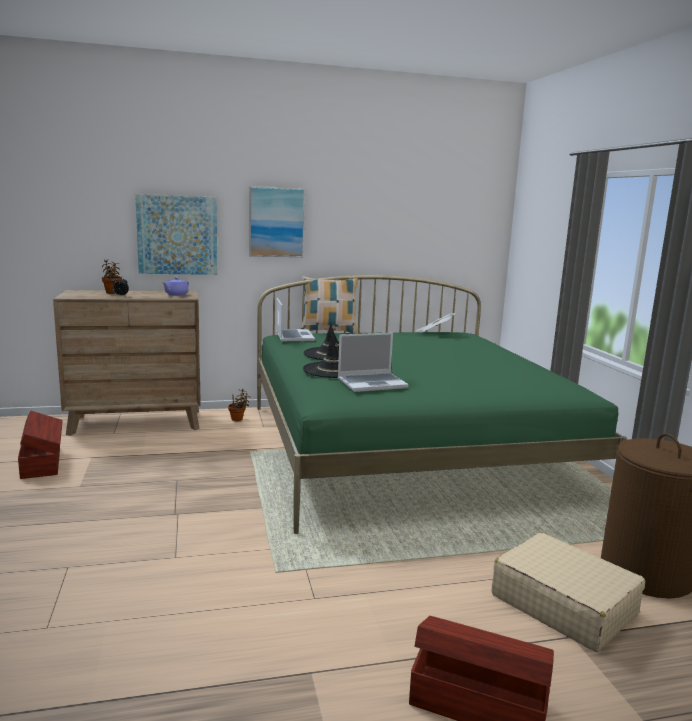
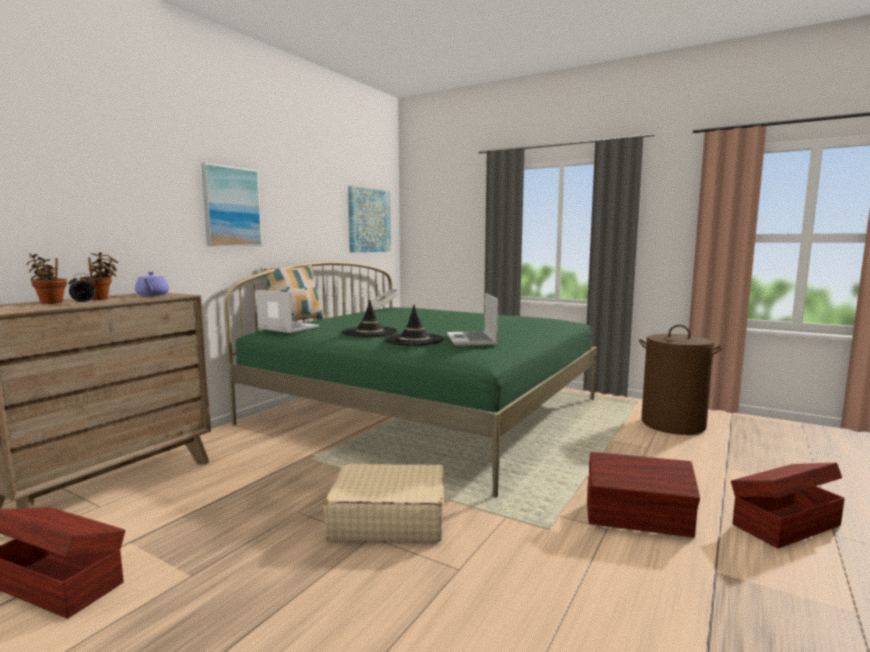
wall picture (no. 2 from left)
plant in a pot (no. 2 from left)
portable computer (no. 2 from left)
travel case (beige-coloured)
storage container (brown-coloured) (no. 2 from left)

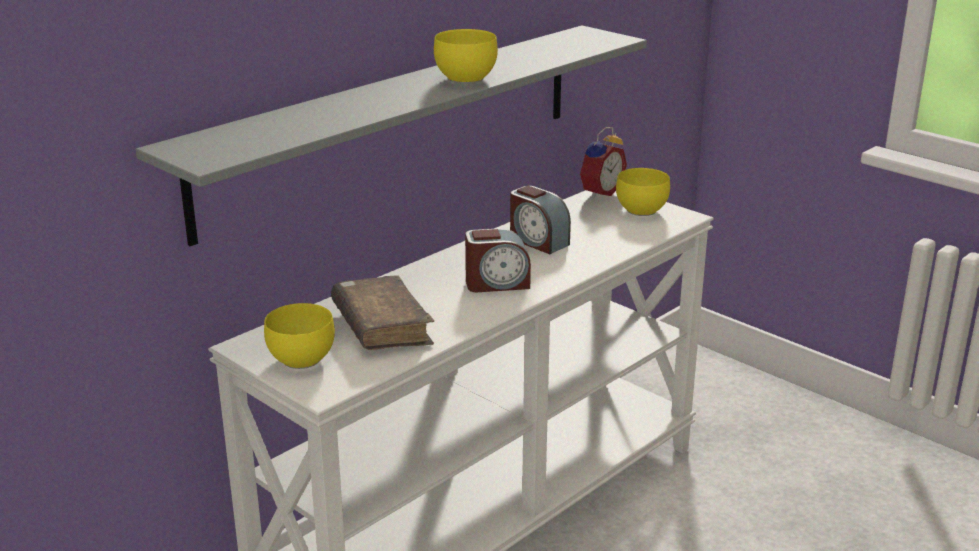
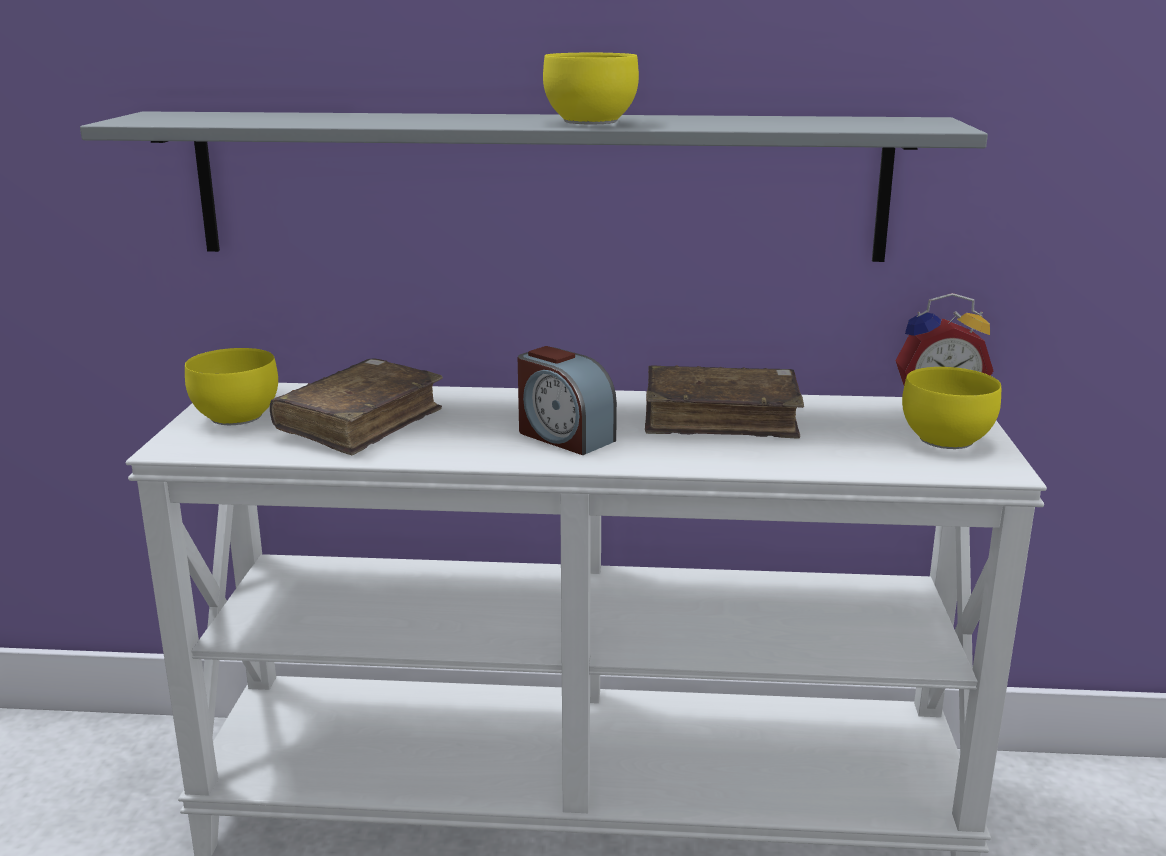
book (brown-coloured) (no. 2 from left)

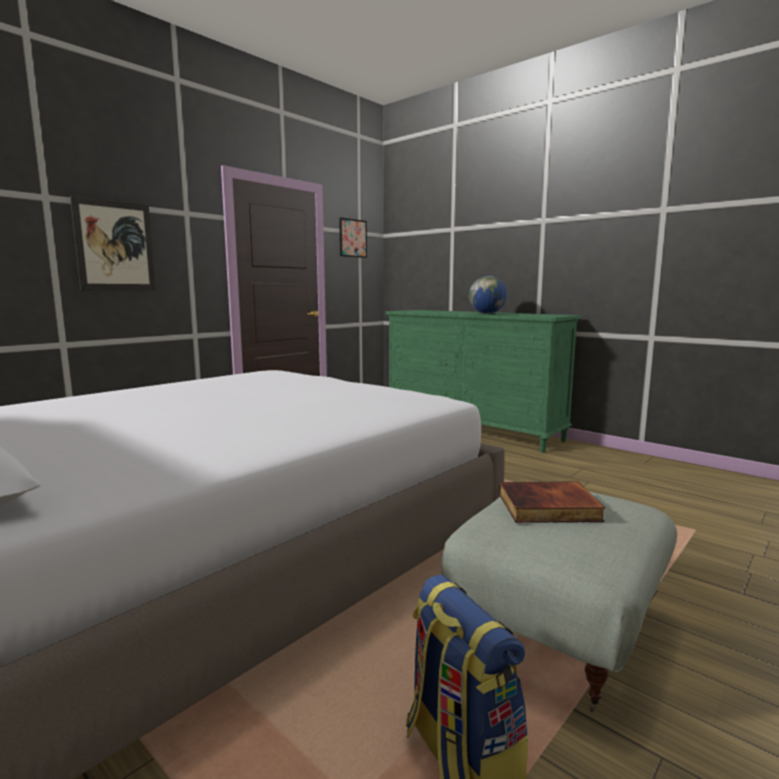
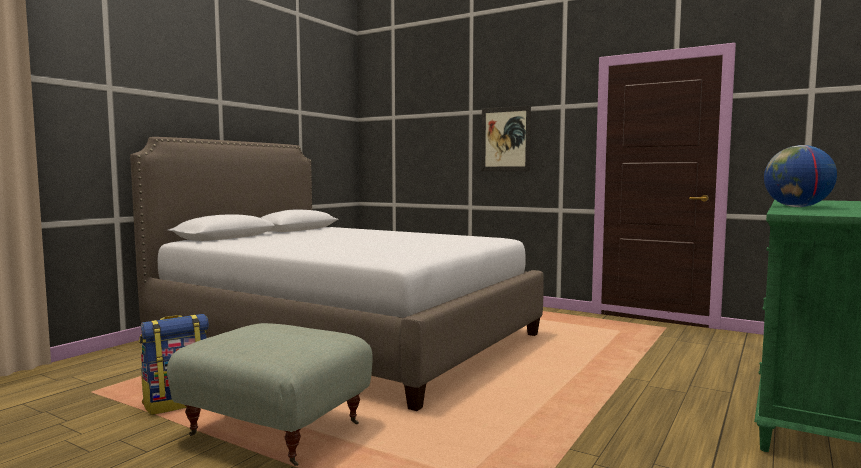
wall picture (no. 2 from left in the first image)
book

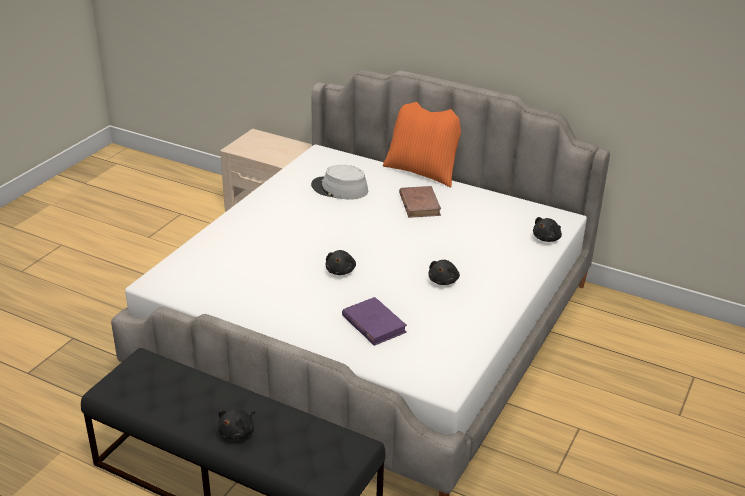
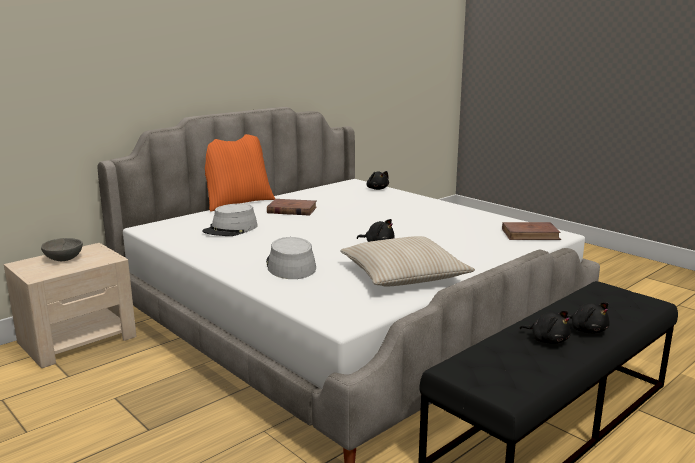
book (purple-coloured)
cuddly toy (black) (no. 3 from left)
deep dish (greyish)
wearable hat (greyish) (no. 2 from left)
throw pillow (beige-coloured)
book (brown-coloured) (no. 2 from left)

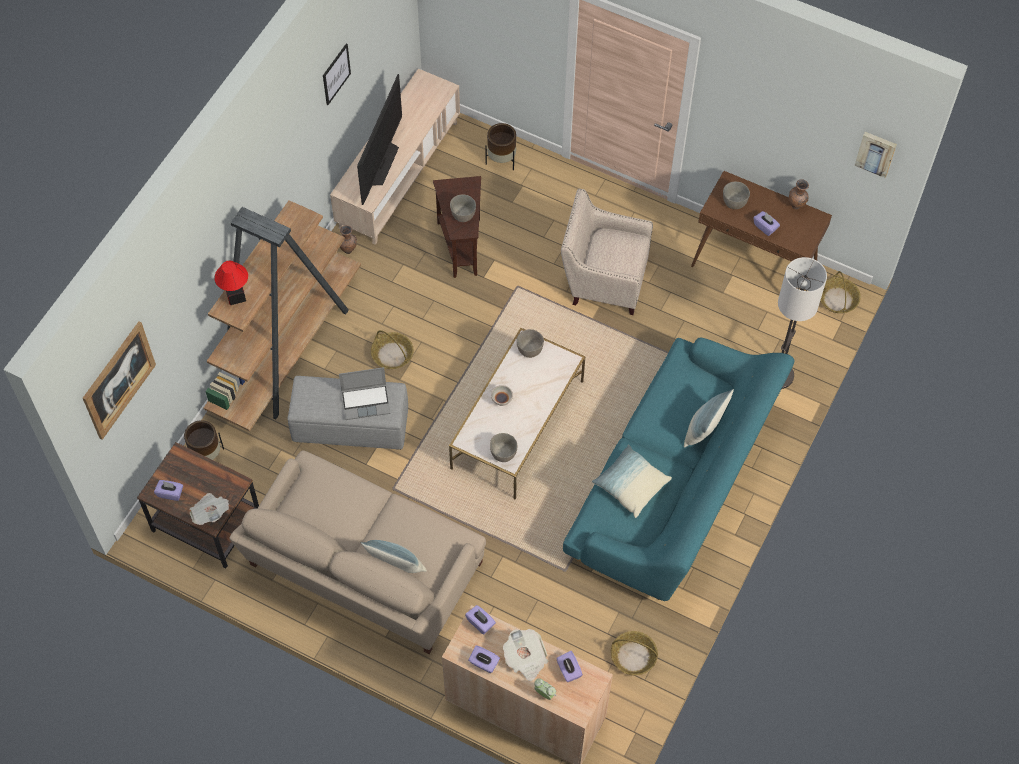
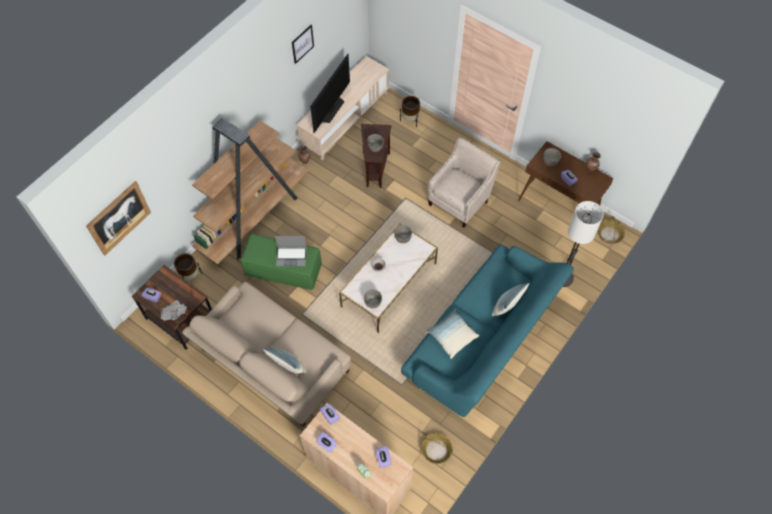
table lamp
pouffe (green)
basket (no. 1 from left in the first image)
printed paper (no. 2 from left in the first image)
easy chair (beige-coloured)
wall picture (no. 3 from left in the first image)

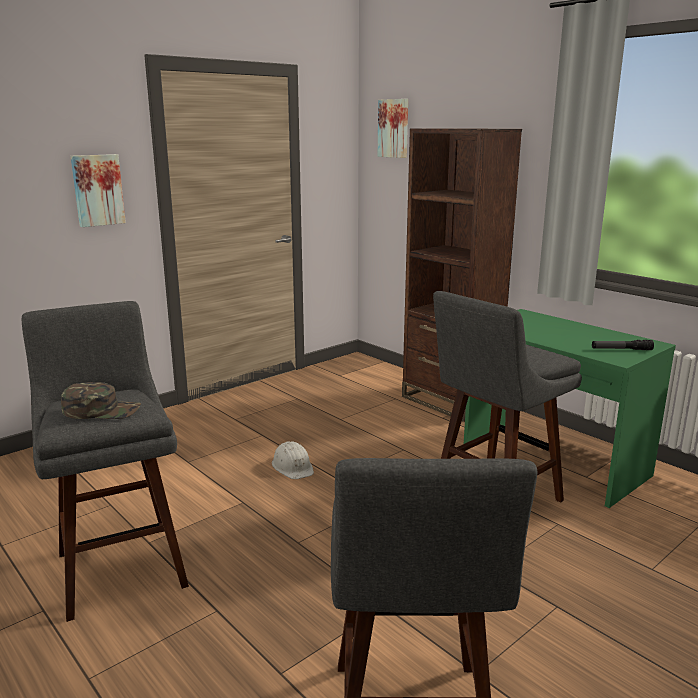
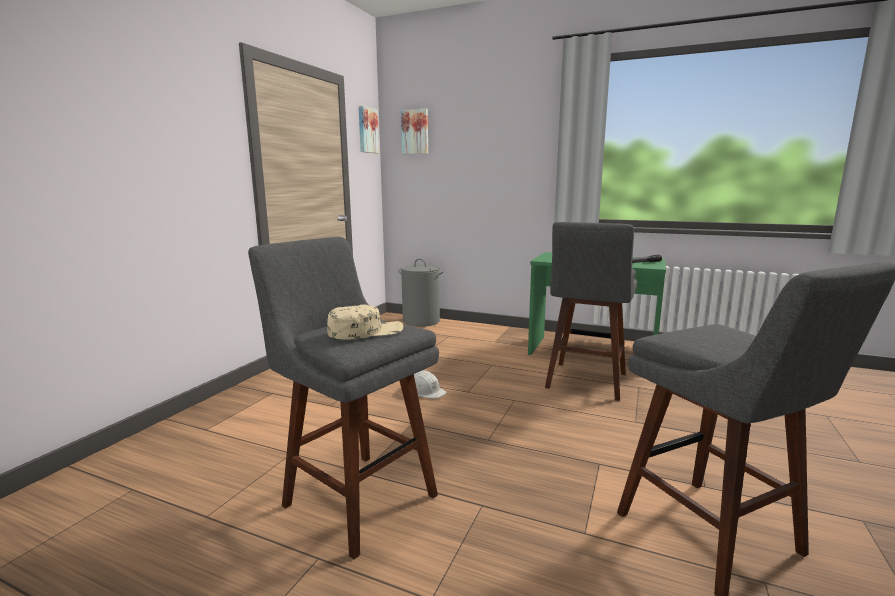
baseball cap (beige-coloured)
wall picture (no. 1 from left)
shelving unit (brown-coloured)
washing basket (greyish)

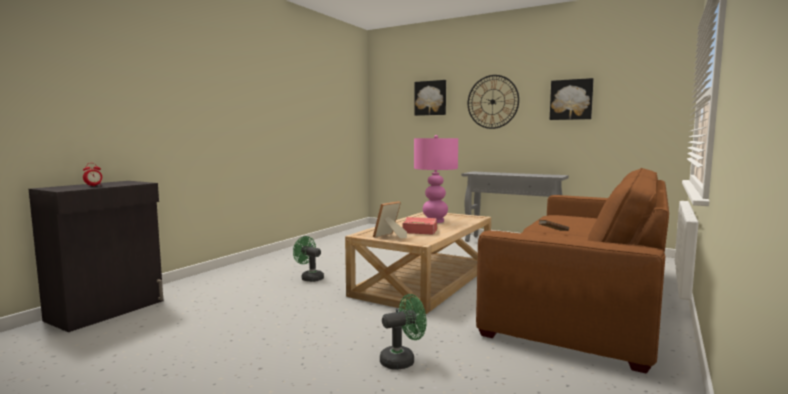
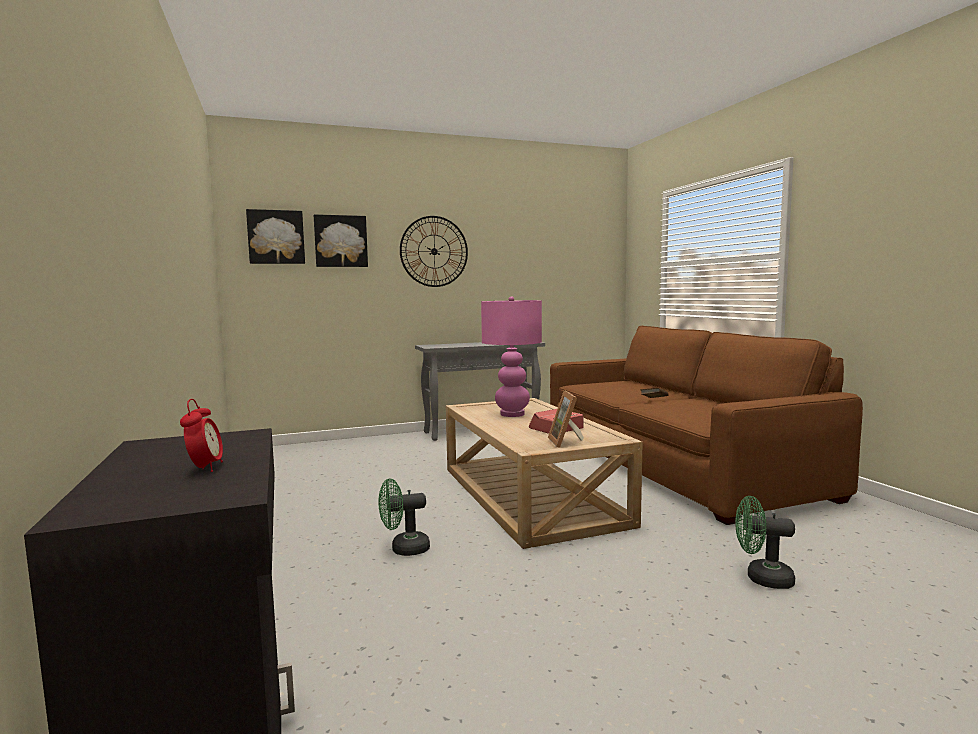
fan (green) (no. 2 from left)
wall picture (no. 1 from left)

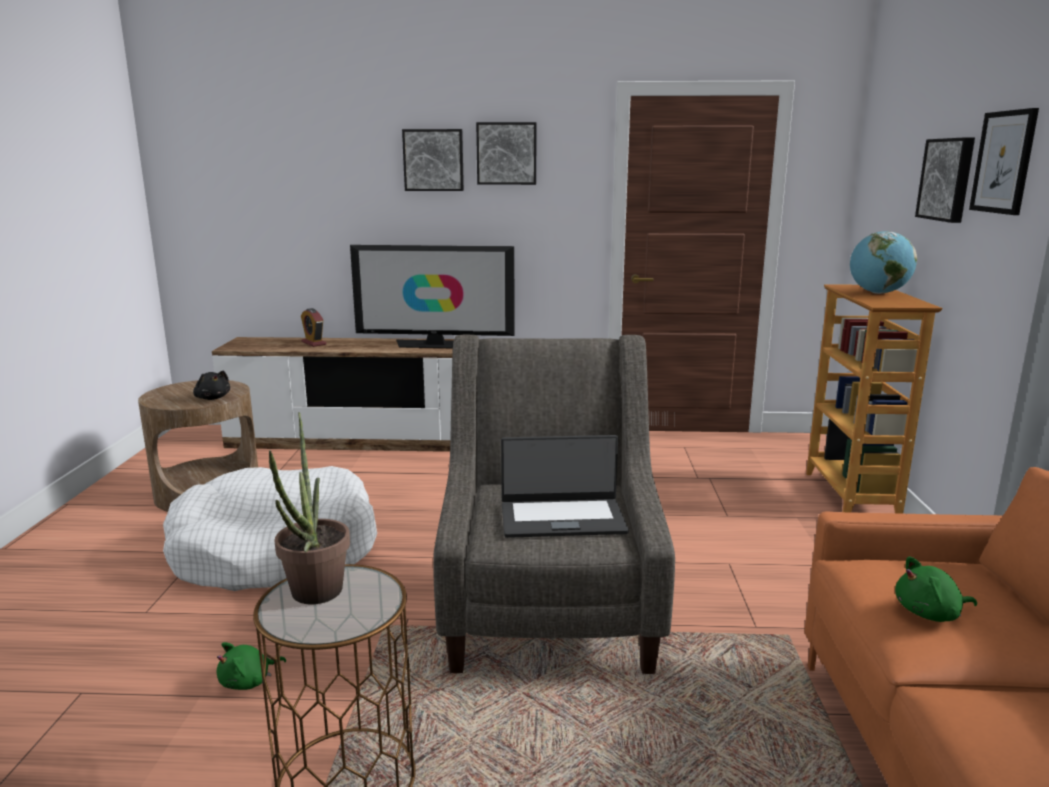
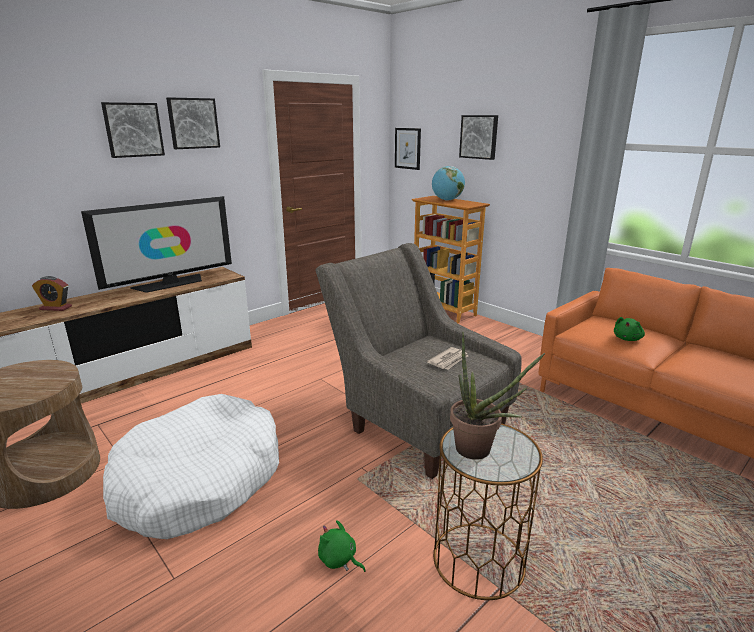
cuddly toy (black)
cuddly toy (green) (no. 1 from left)
printed paper
wall picture (no. 3 from left)

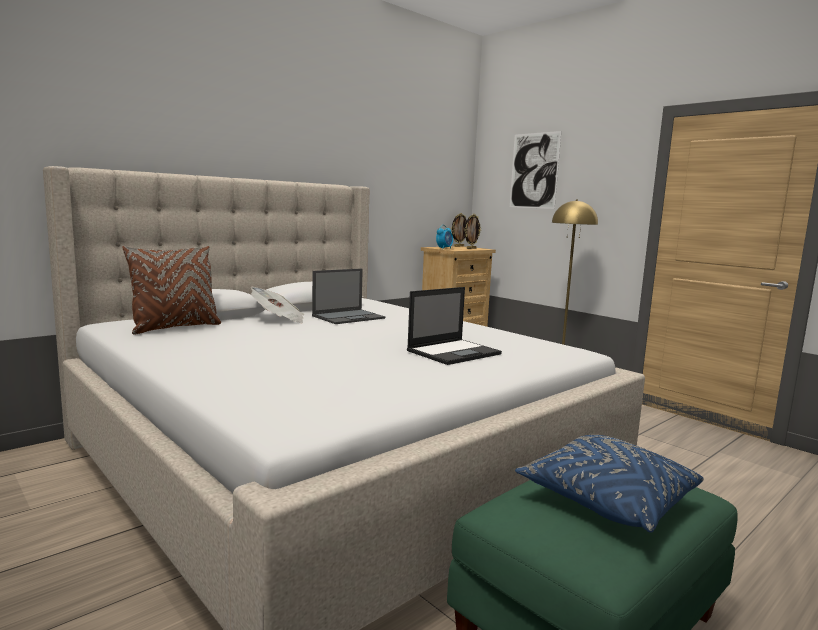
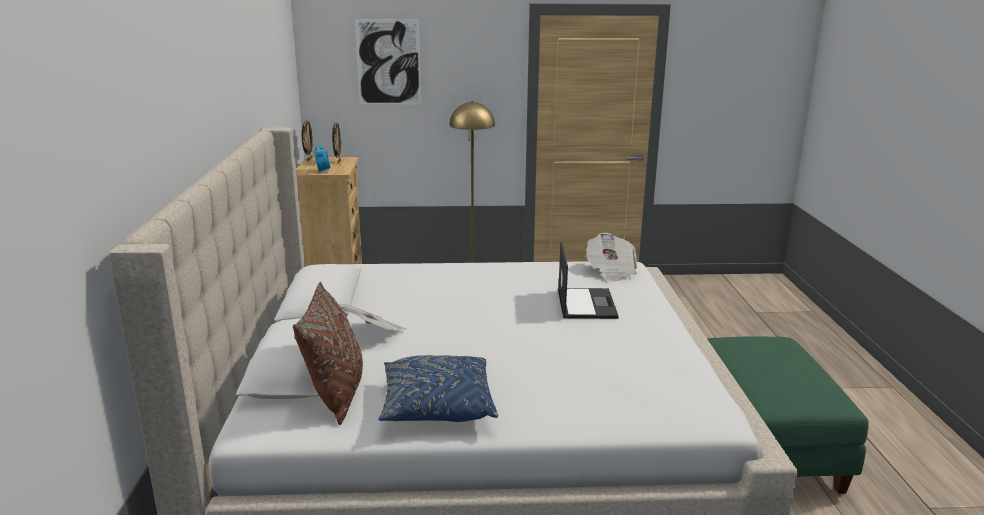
portable computer (no. 1 from left in the first image)
throw pillow (blue)
printed paper (no. 2 from left)

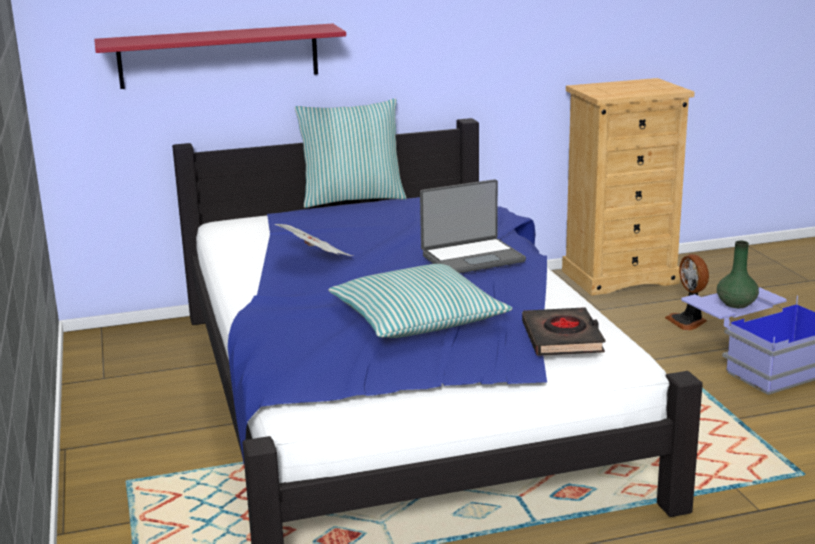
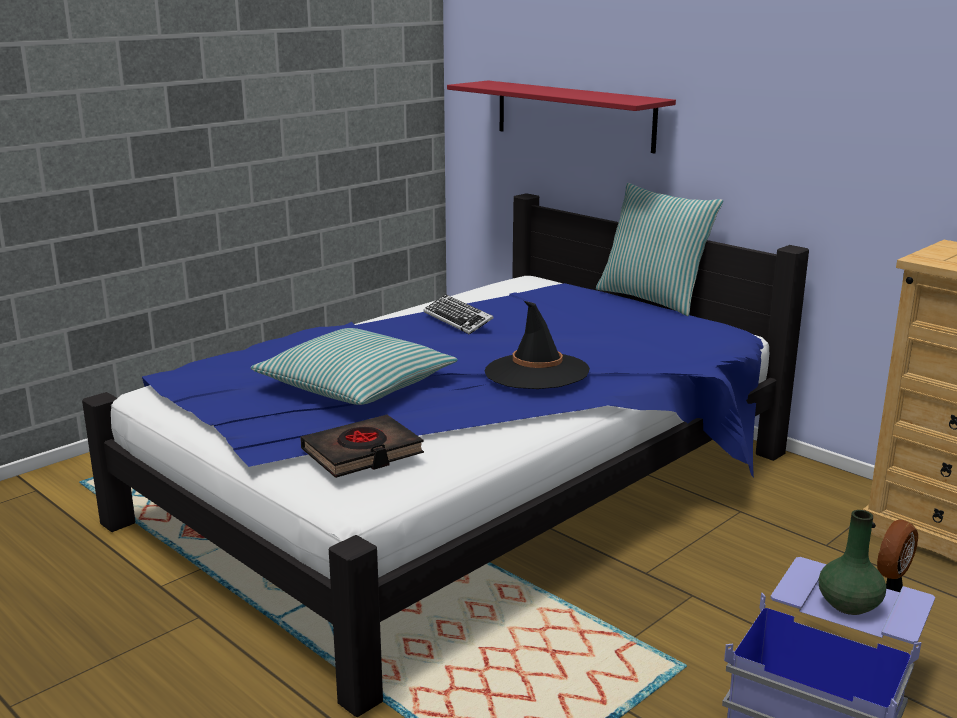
PC keyboard
wearable hat (black)

